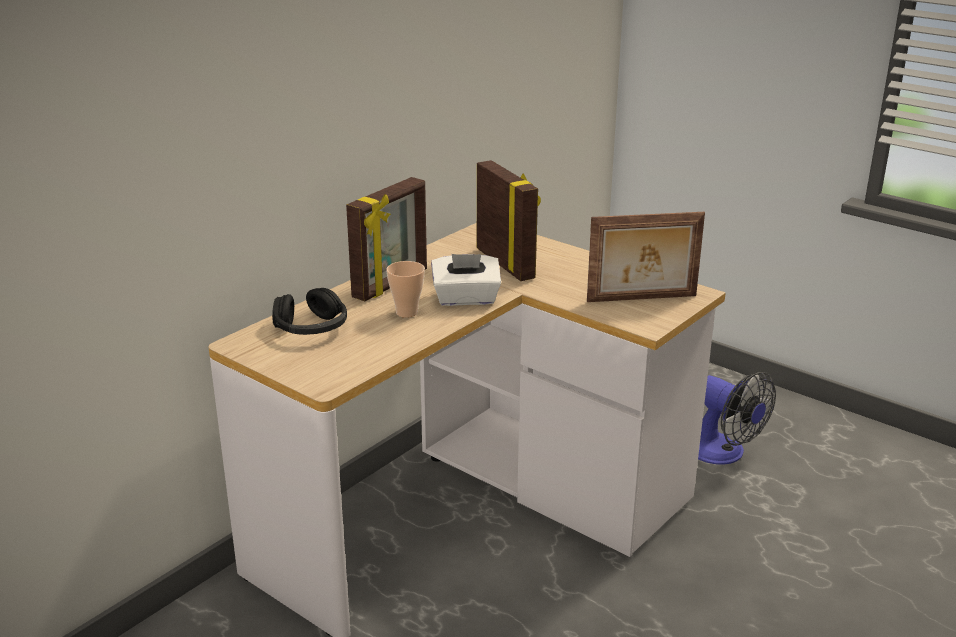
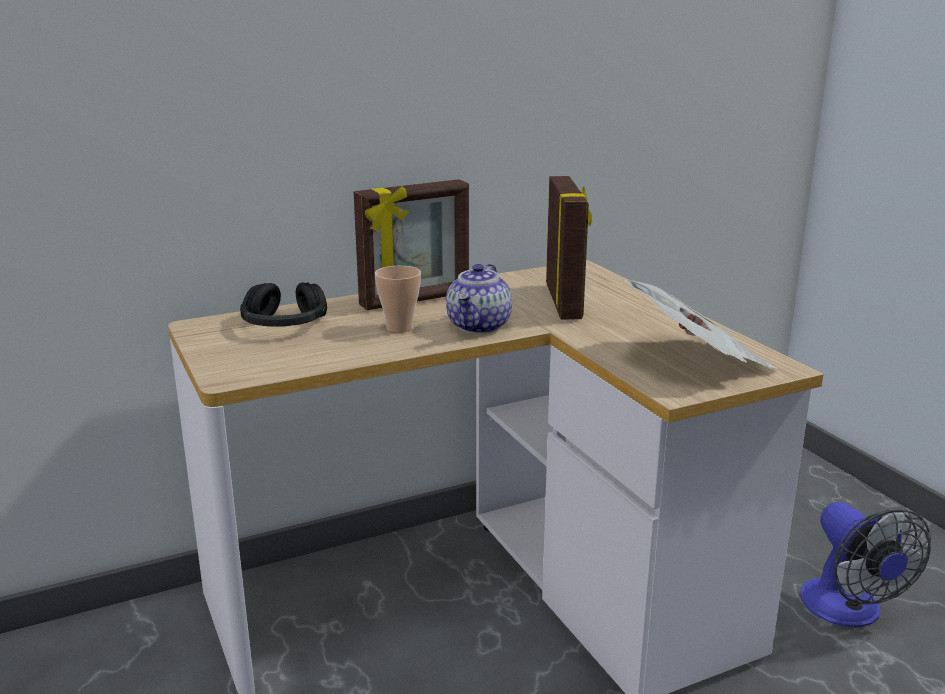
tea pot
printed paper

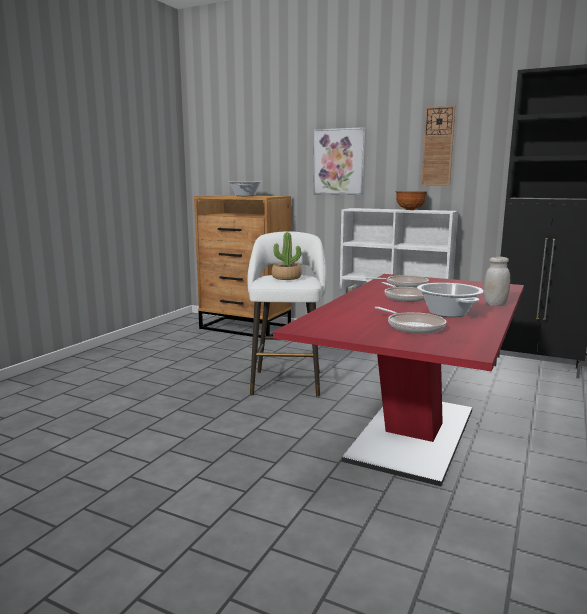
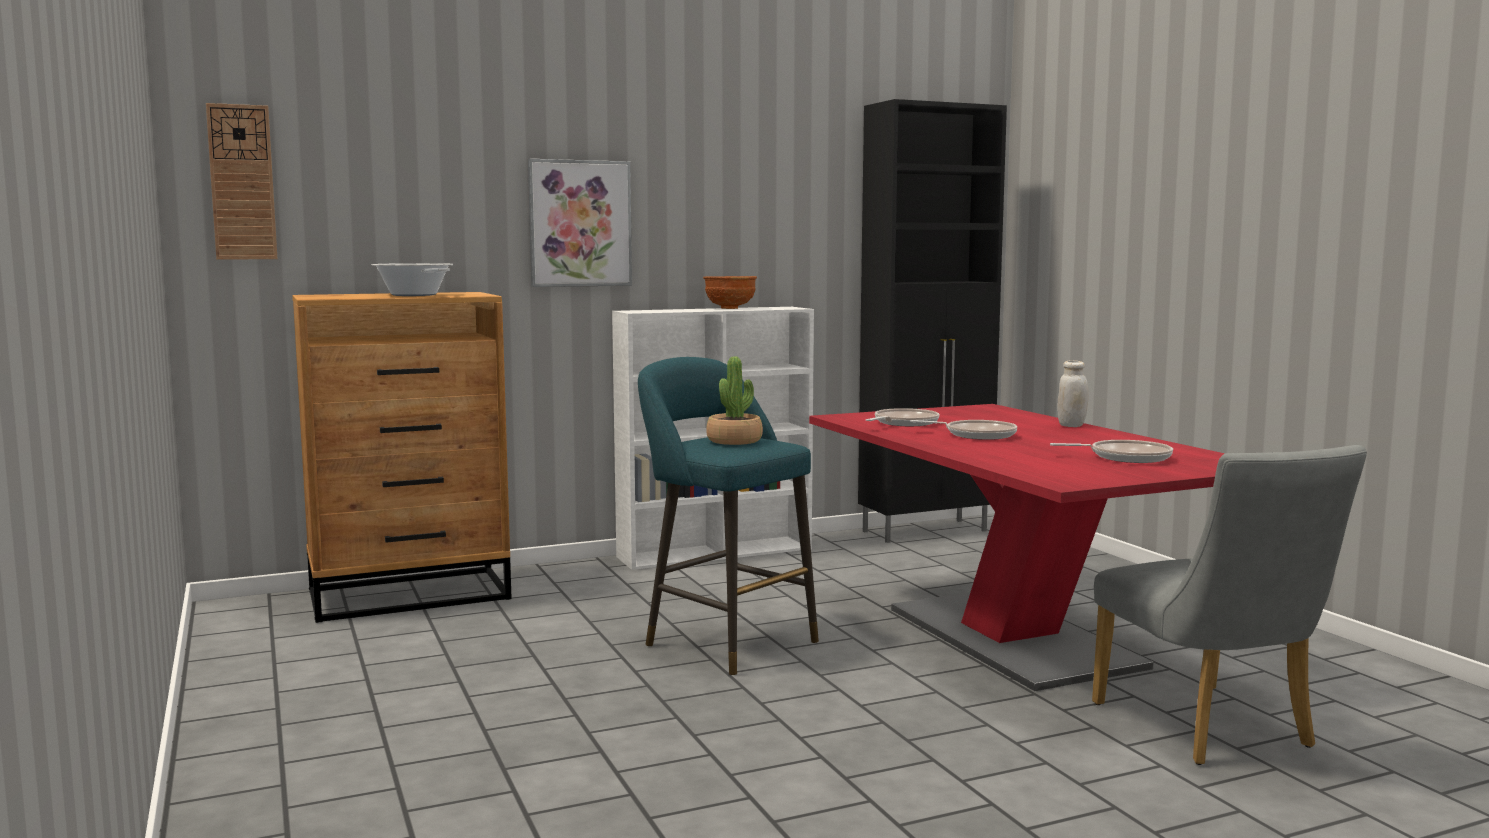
stool seat (blue-green)
saucepot (no. 2 from left in the first image)
hanging clock
upright chair (greyish)

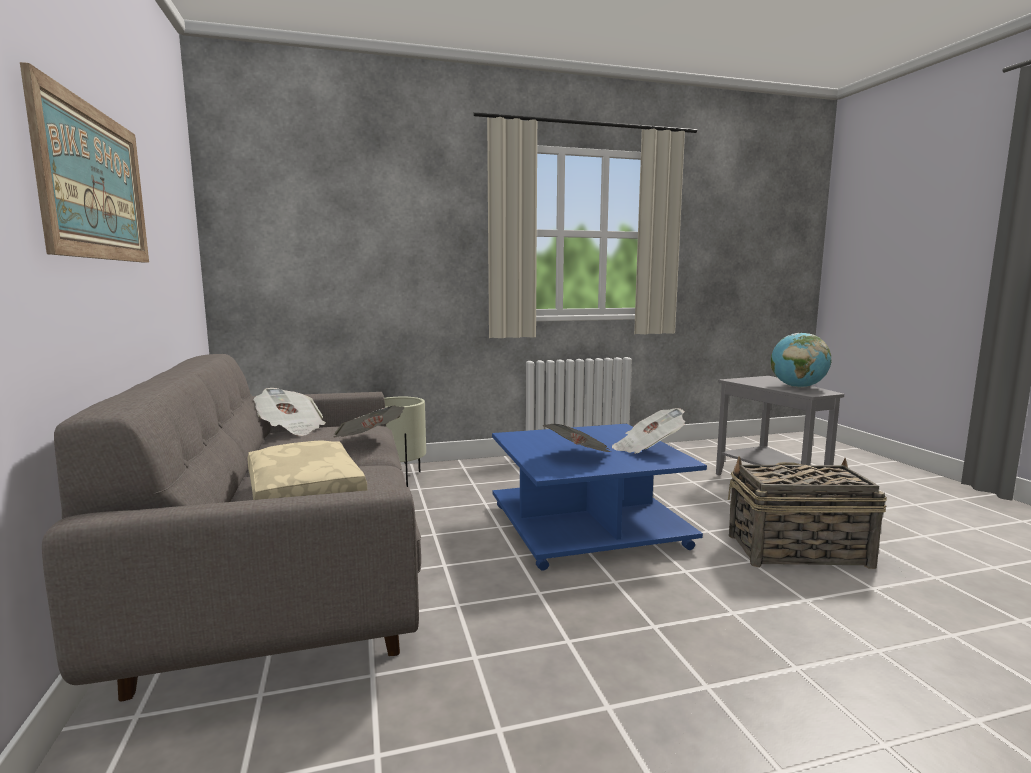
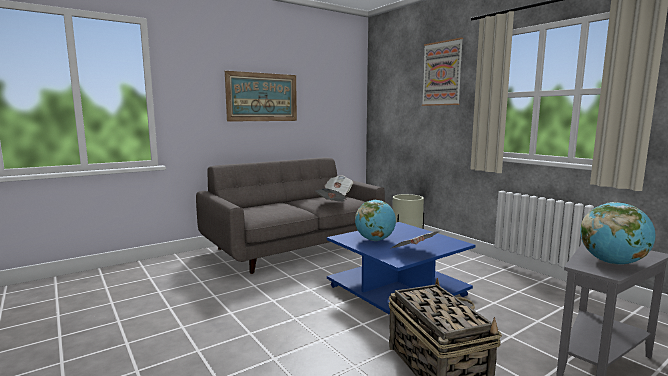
throw pillow (beige-coloured)
desk globe (no. 1 from left)
wall picture (no. 2 from left)

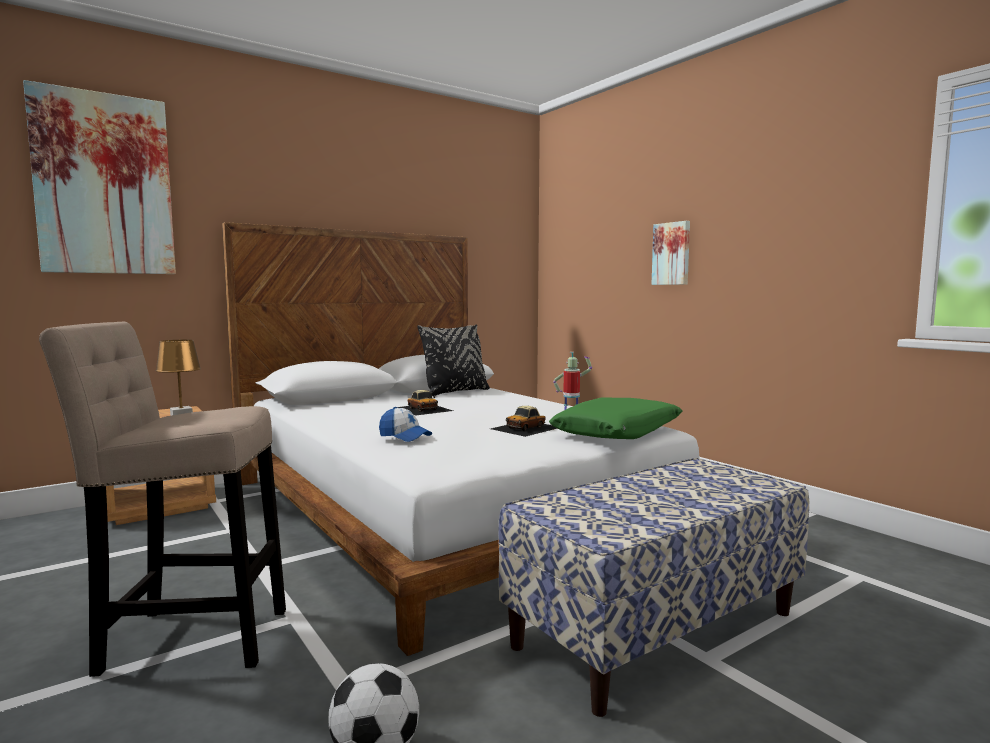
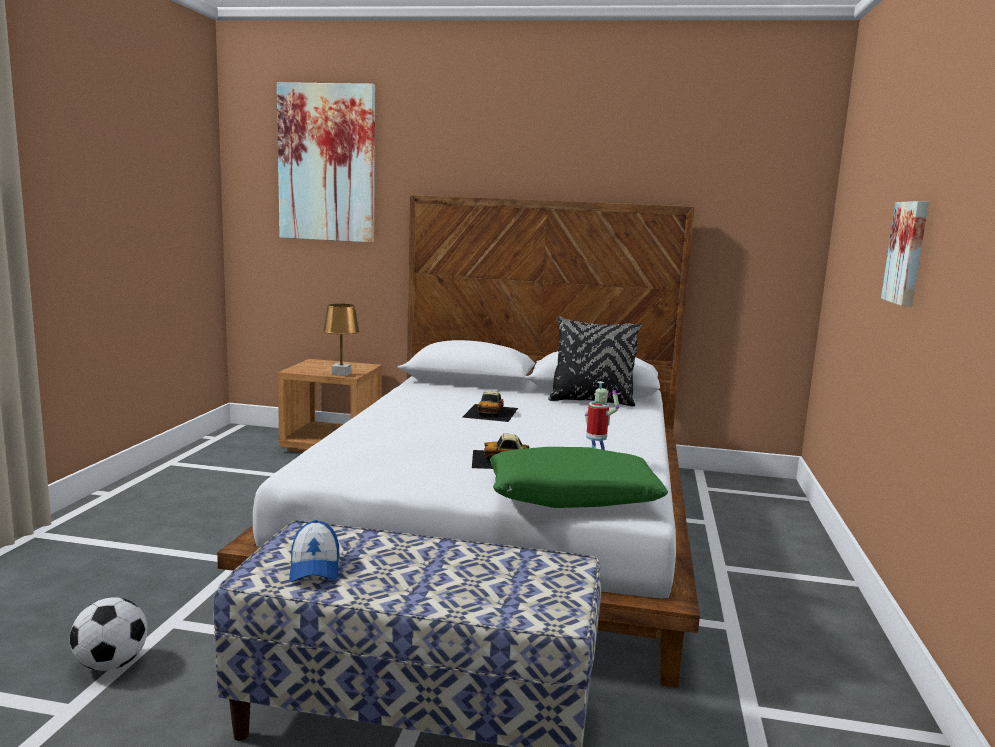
stool seat (beige-coloured)
baseball cap

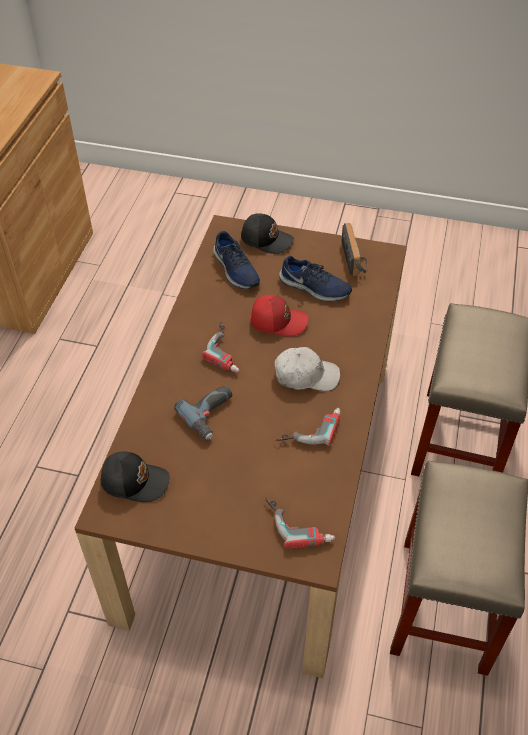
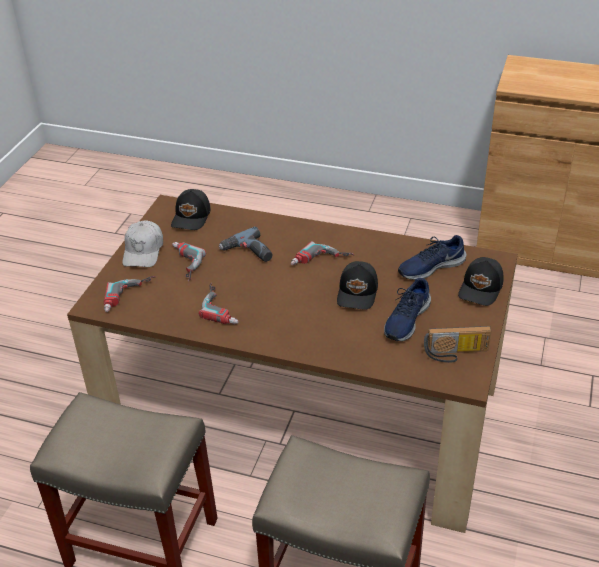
baseball cap (black) (no. 2 from left)
baseball cap (white-coloured)
power drill (no. 2 from left)

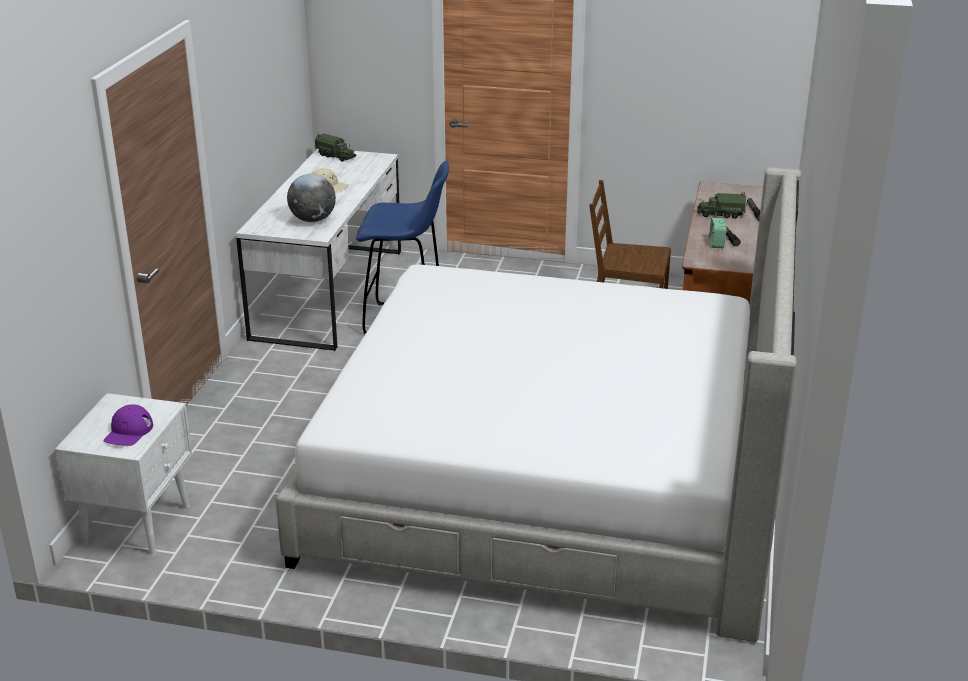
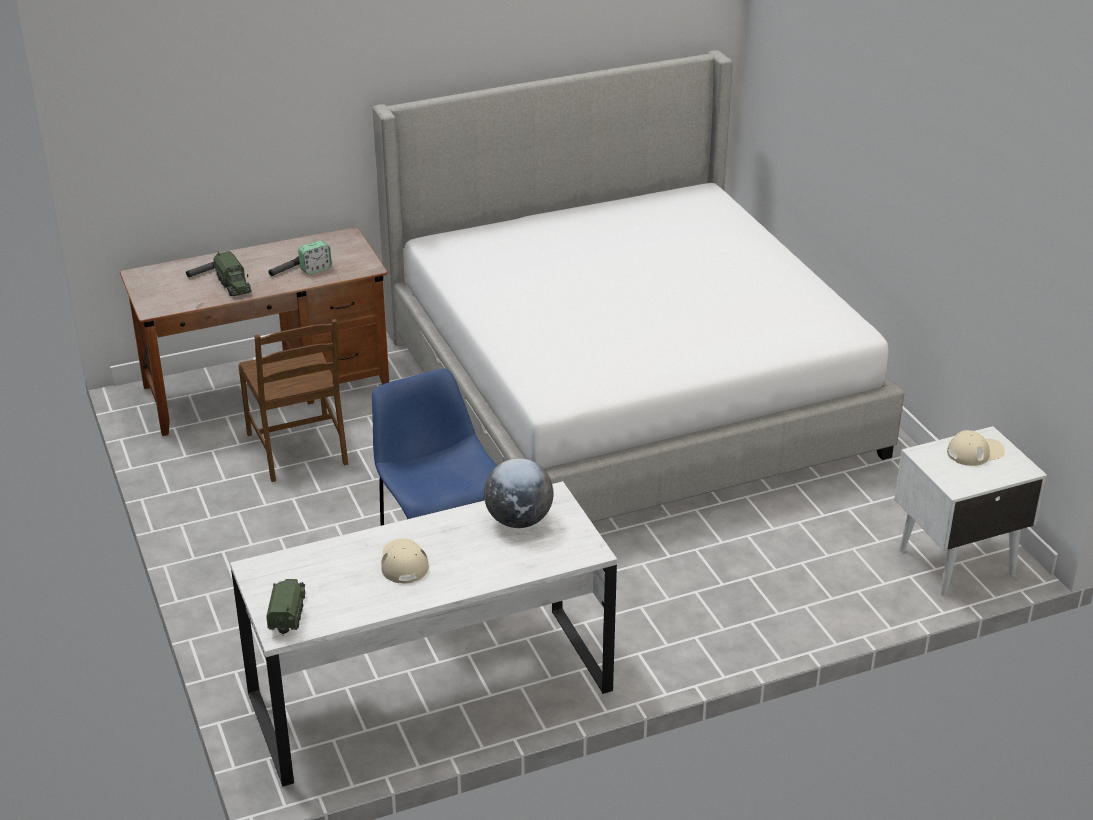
baseball cap (beige-coloured) (no. 2 from left)

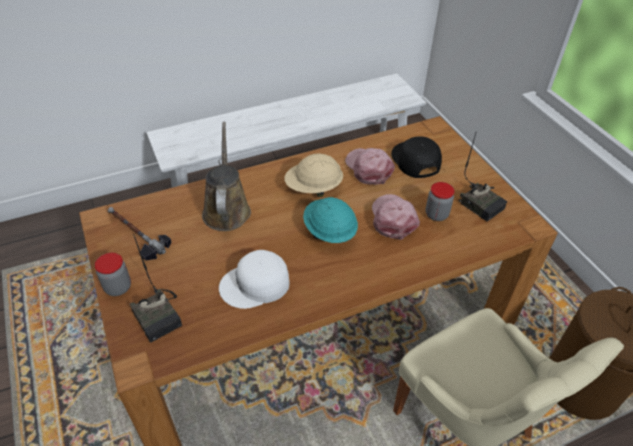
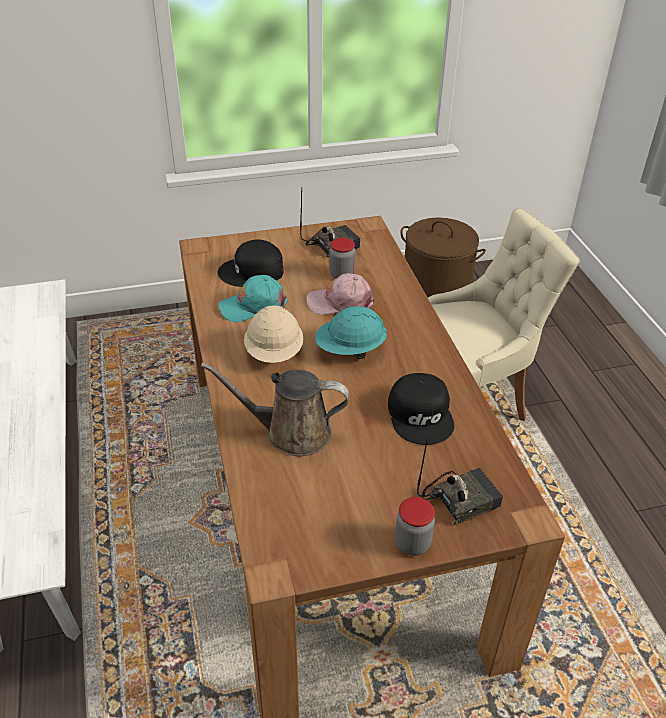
hammer
baseball cap (black) (no. 2 from left)
baseball cap (blue-green)

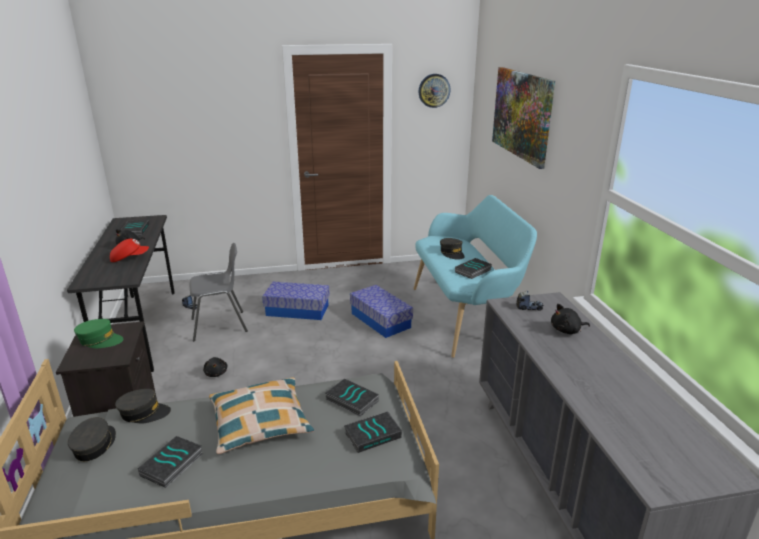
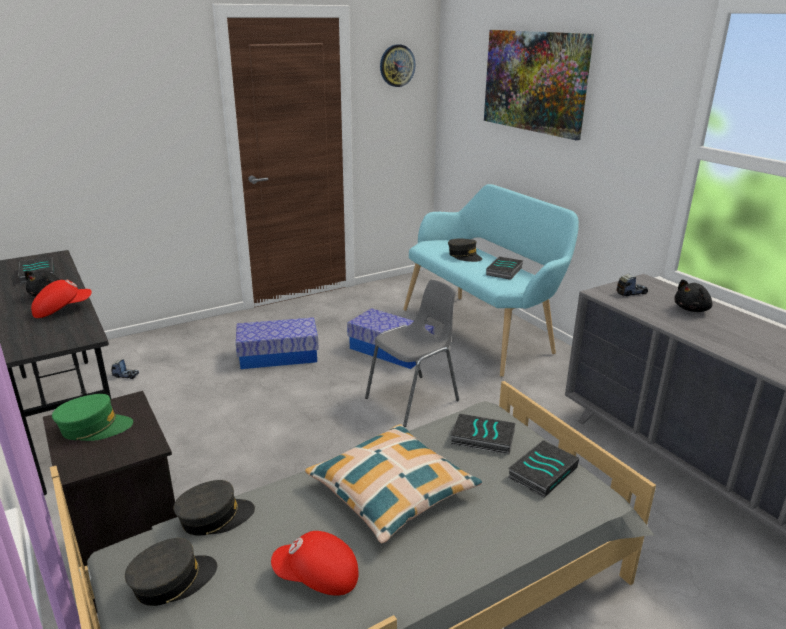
baseball cap (greyish) (no. 1 from left)
baseball cap (red) (no. 2 from left)
upright chair (greyish)
cuddly toy (black) (no. 2 from left in the first image)

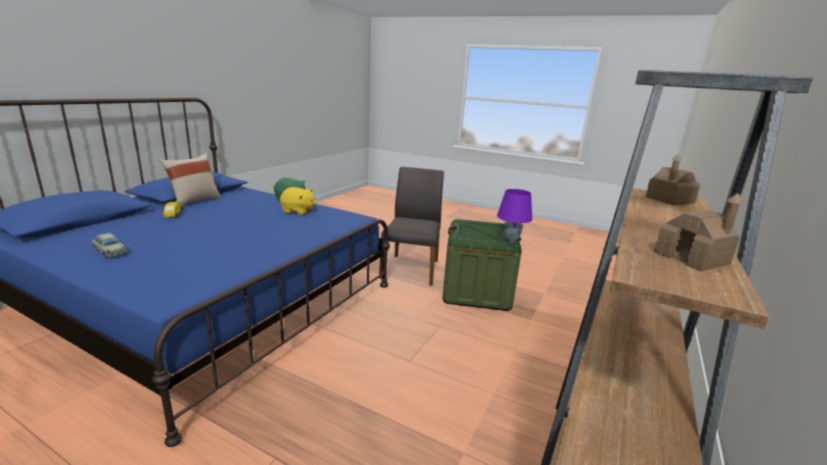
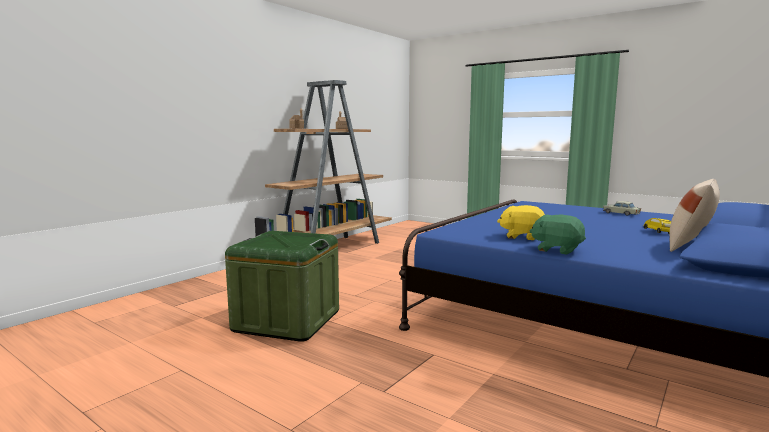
upright chair (greyish)
table lamp (purple-coloured)

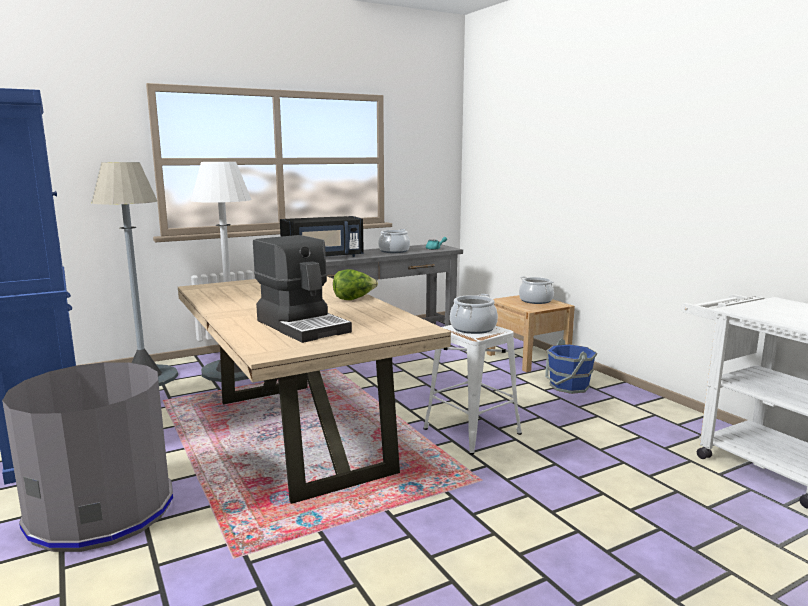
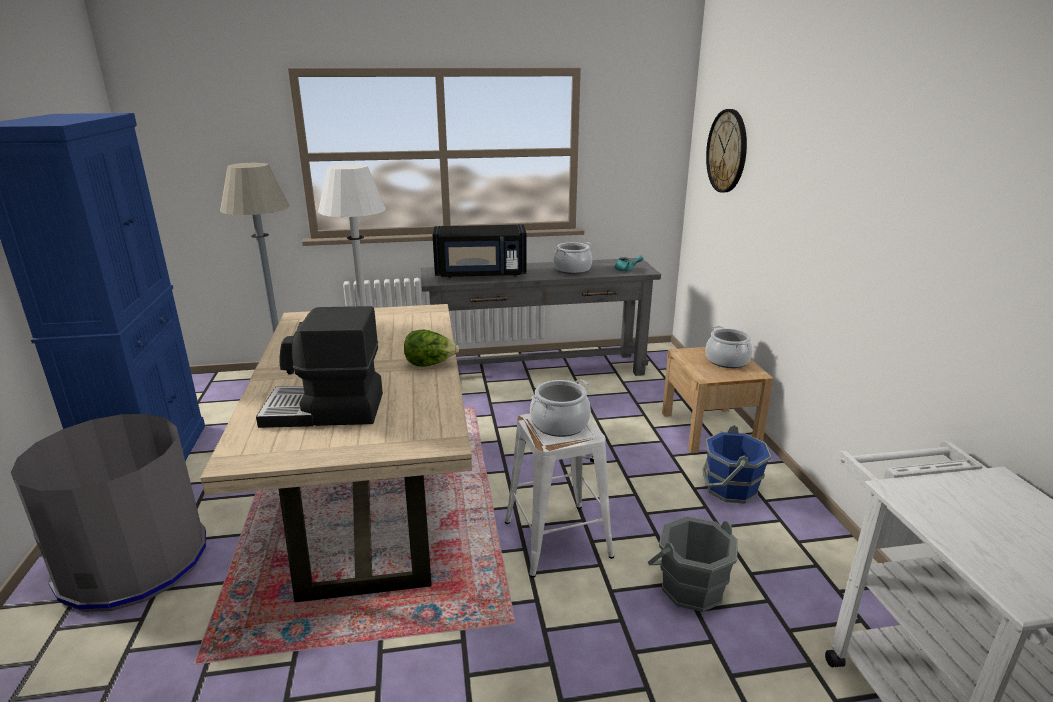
coffee maker
water bucket (greyish)
hanging clock

